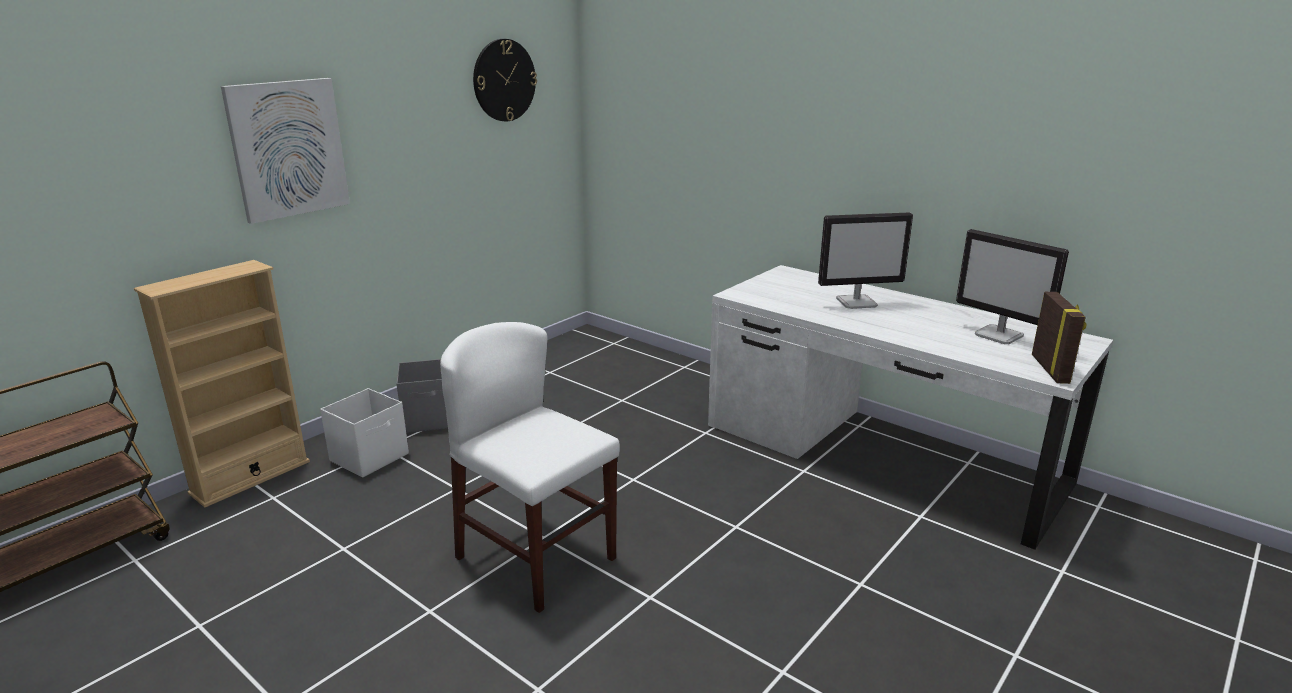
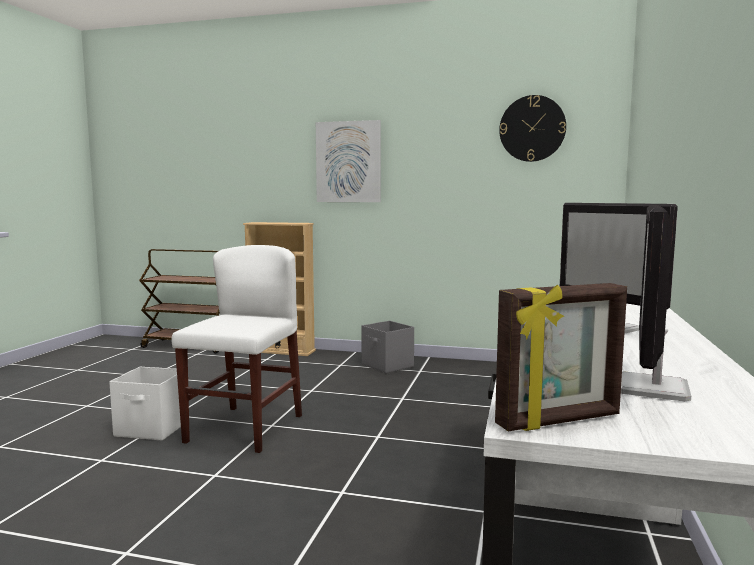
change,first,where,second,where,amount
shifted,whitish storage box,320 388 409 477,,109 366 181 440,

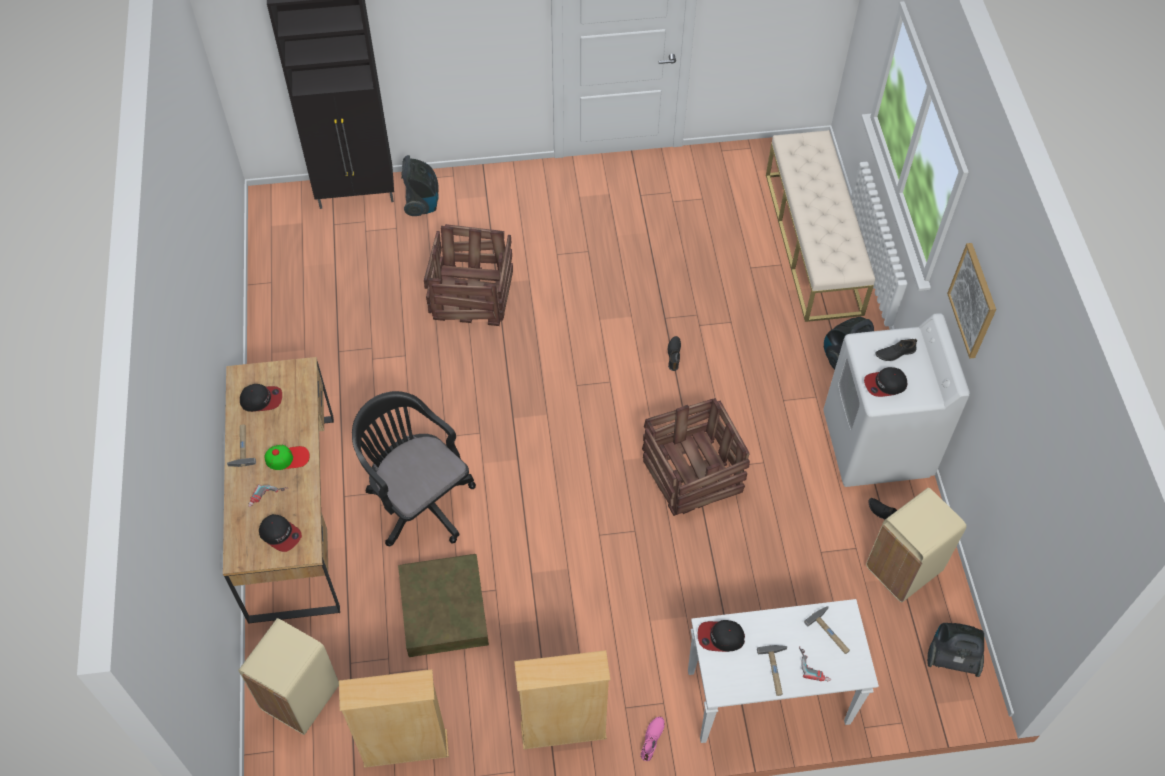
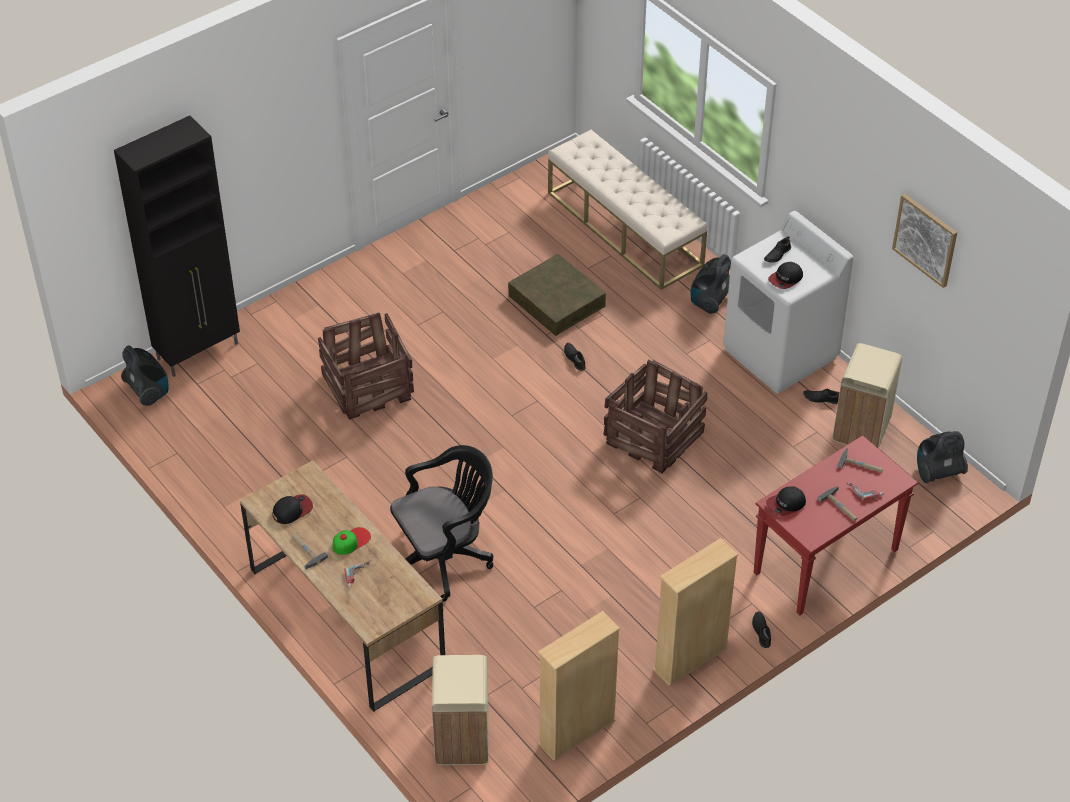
change,first,where,second,where,amount
shifted,vacuum,401 155 439 216,,121 345 169 406,
rotated,black office chair,352 391 476 546,,390 445 493 602,135 degrees clockwise
shifted,brown-coloured storage box,398 554 489 657,,508 254 606 336,
repainted,pinkish shoe,641 717 665 761,black shoe,752 612 771 648,
repainted,whitish hall table,688 599 879 743,reddish hall table,754 435 918 616,
shifted,wall picture,948 243 996 358,,892 193 957 288,
gone,peaked cap,259 514 302 552,,,

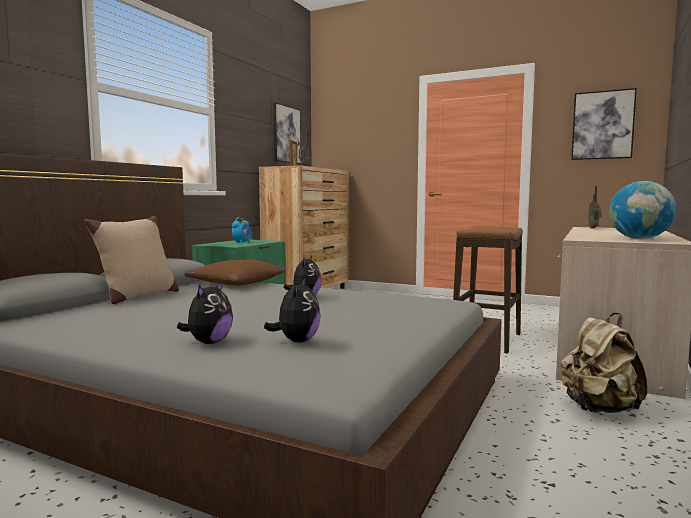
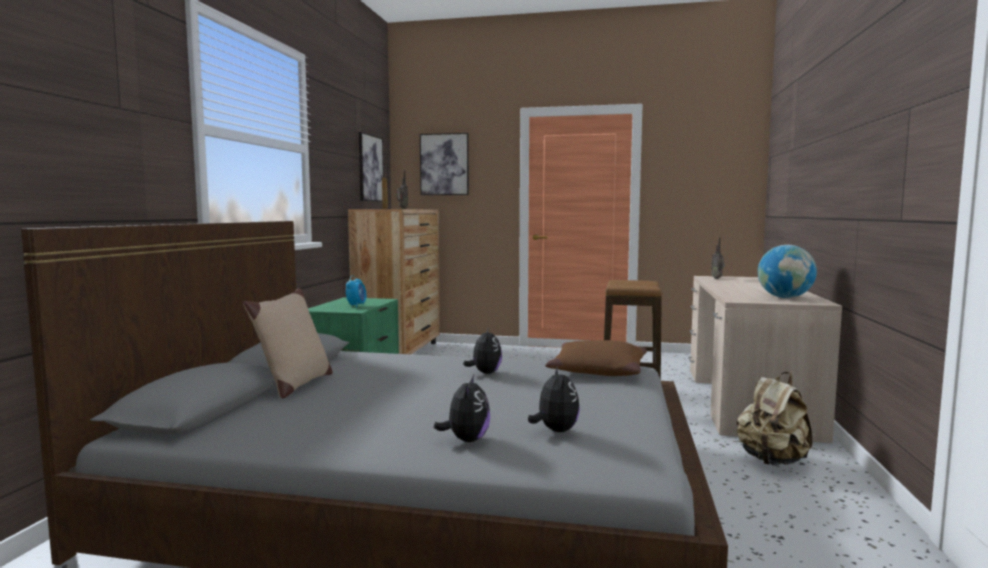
change,first,where,second,where,amount
shifted,wall picture,571 88 637 160,,420 133 469 195,
shifted,brown-coloured pillow,185 259 286 286,,545 340 647 376,

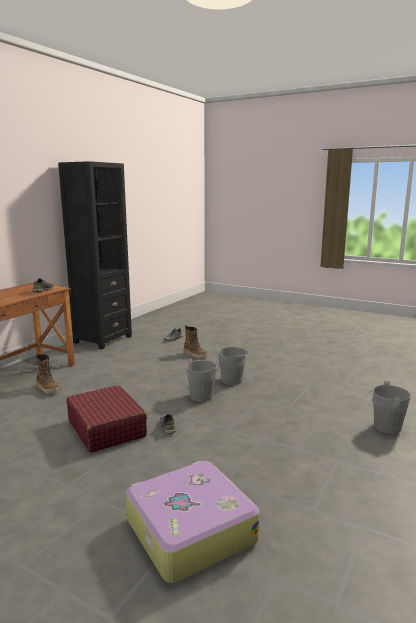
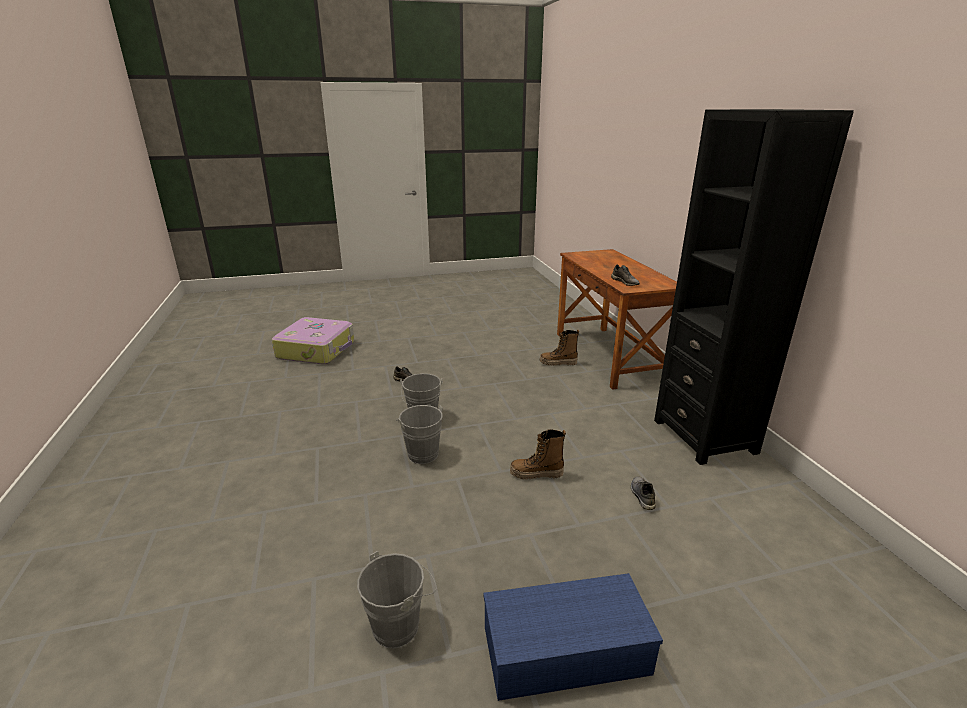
change,first,where,second,where,amount
shifted,gray bucket,365 381 411 434,,357 551 437 648,
new,,,bluish storage box,484 573 663 701,
gone,reddish travel case,66 385 147 453,,,

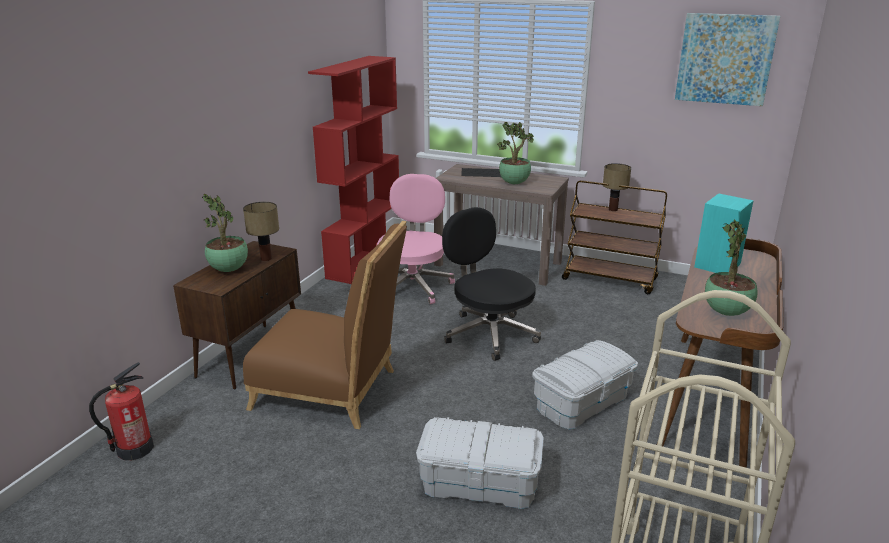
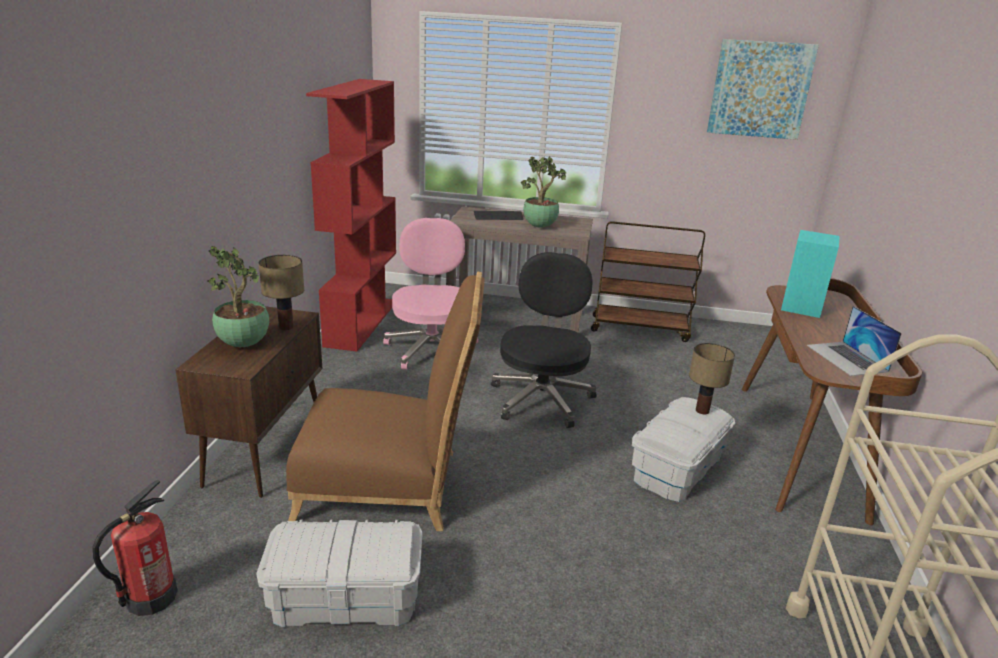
change,first,where,second,where,amount
shifted,whitish storage box,416 417 544 509,,256 520 423 627,
rotated,black office chair,442 207 541 361,,491 252 596 428,60 degrees clockwise
shifted,table lamp,603 163 631 211,,689 343 735 414,
swapped,potted plant,705 219 758 316,laptop,807 306 902 376,

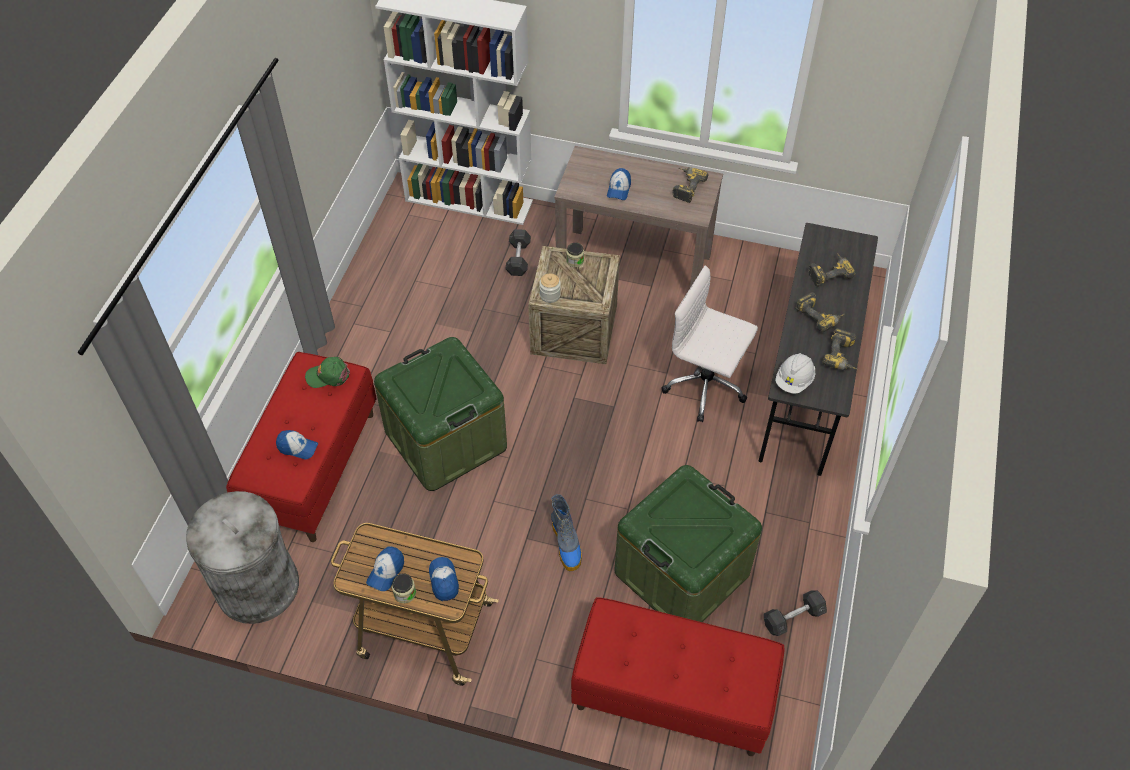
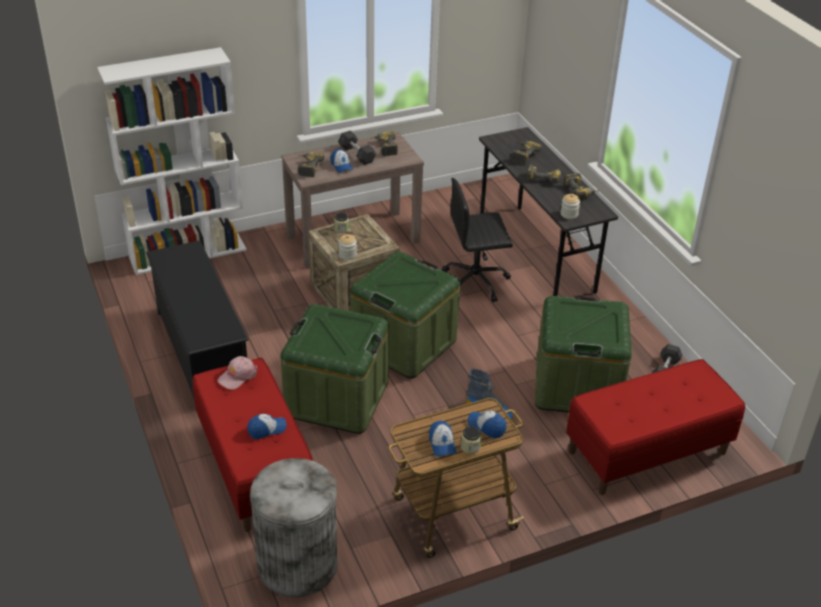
change,first,where,second,where,amount
new,,,black shoe shelf,146 240 249 396,
repainted,green peaked cap,305 357 350 388,pinkish peaked cap,217 356 257 390,
new,,,electric drill,298 152 324 177,
shifted,gray dumbbell,505 229 531 276,,338 131 376 165,
new,,,green storage box,350 252 460 378,
repainted,whitish office chair,662 265 758 422,black office chair,442 178 513 302,
swapped,whitish safety helmet,775 353 815 394,storage jar,561 194 580 219,

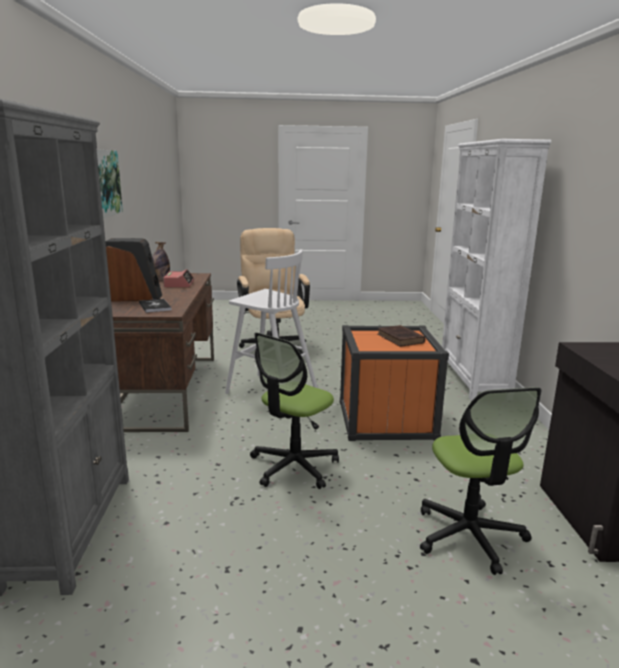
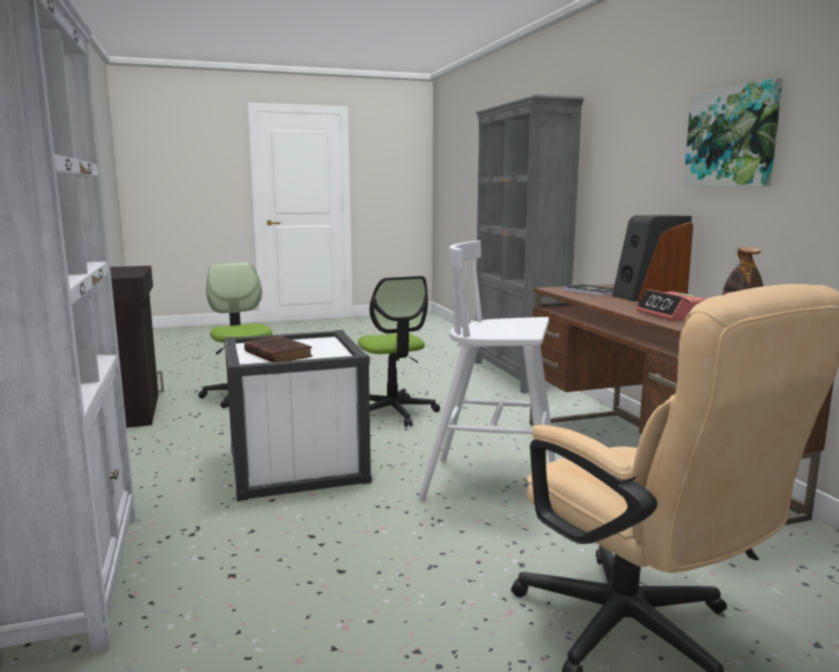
change,first,where,second,where,amount
repainted,orangey storage box,340 325 449 441,whitish storage box,224 330 372 501,
rotated,office chair,250 333 339 489,,358 276 440 427,135 degrees clockwise

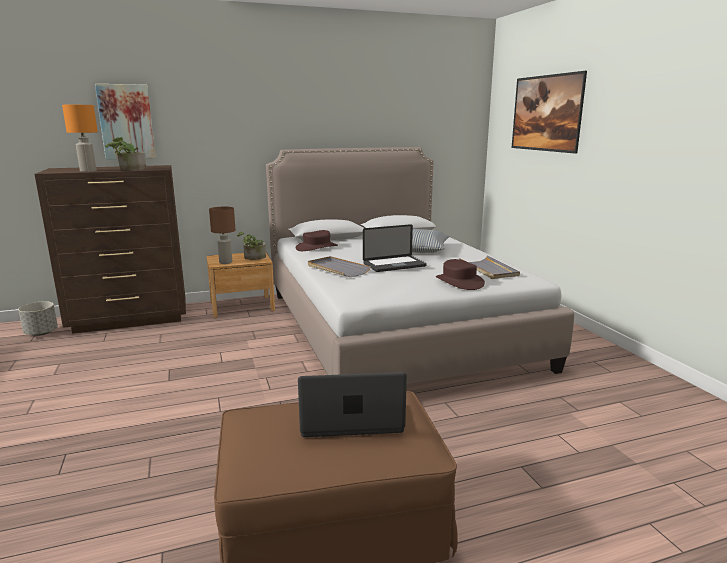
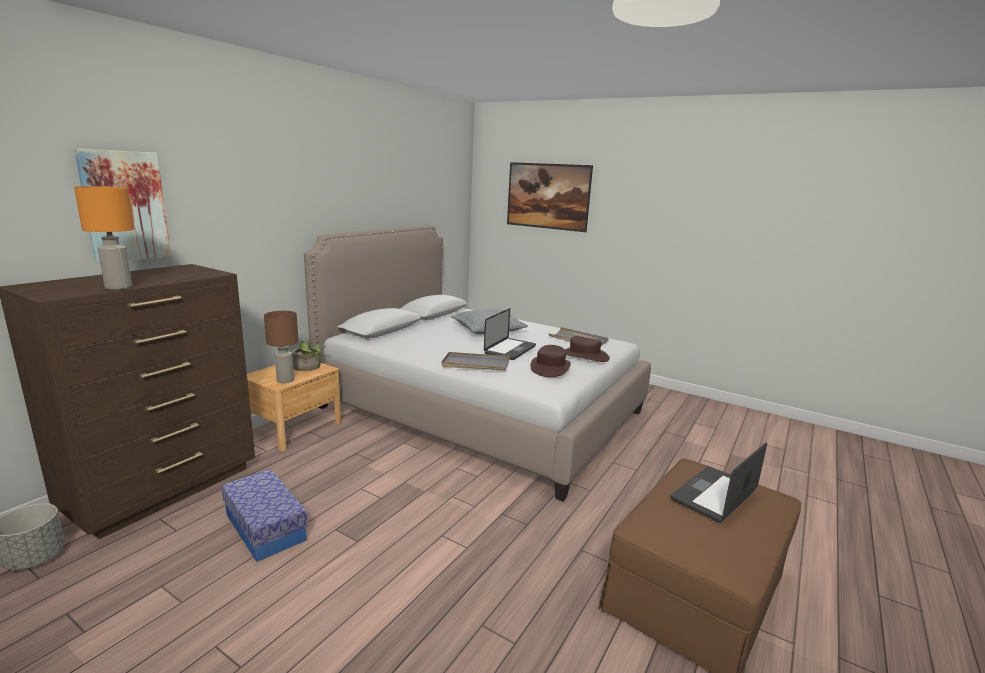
change,first,where,second,where,amount
new,,,storage box,221 469 308 562,
shifted,brown-coloured clothing hat,295 230 338 251,,530 345 571 377,
gone,potted plant,105 137 146 170,,,

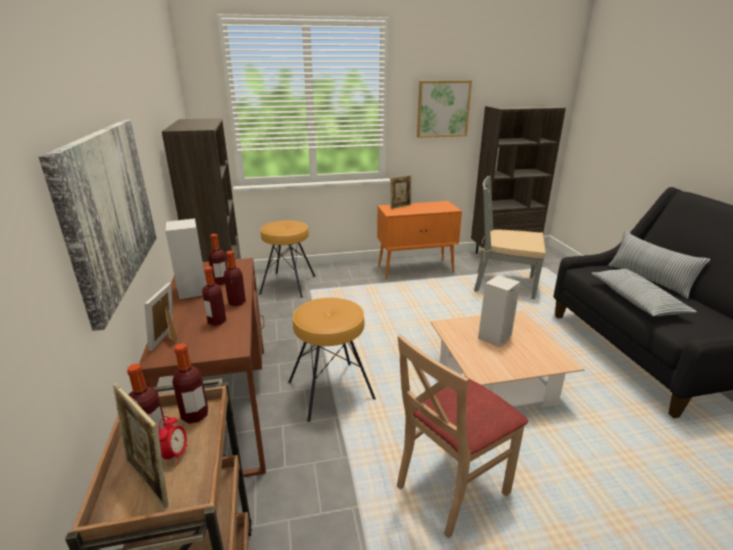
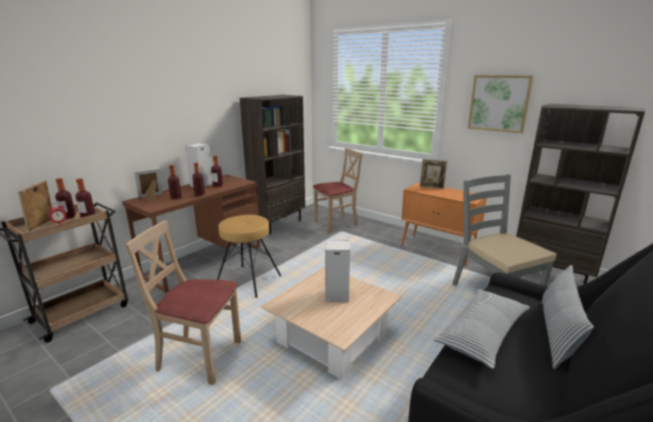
change,first,where,second,where,amount
swapped,brown-coloured stool seat,259 220 316 298,beige-coloured chair,313 148 362 233,
gone,wall picture,39 120 157 331,,,

